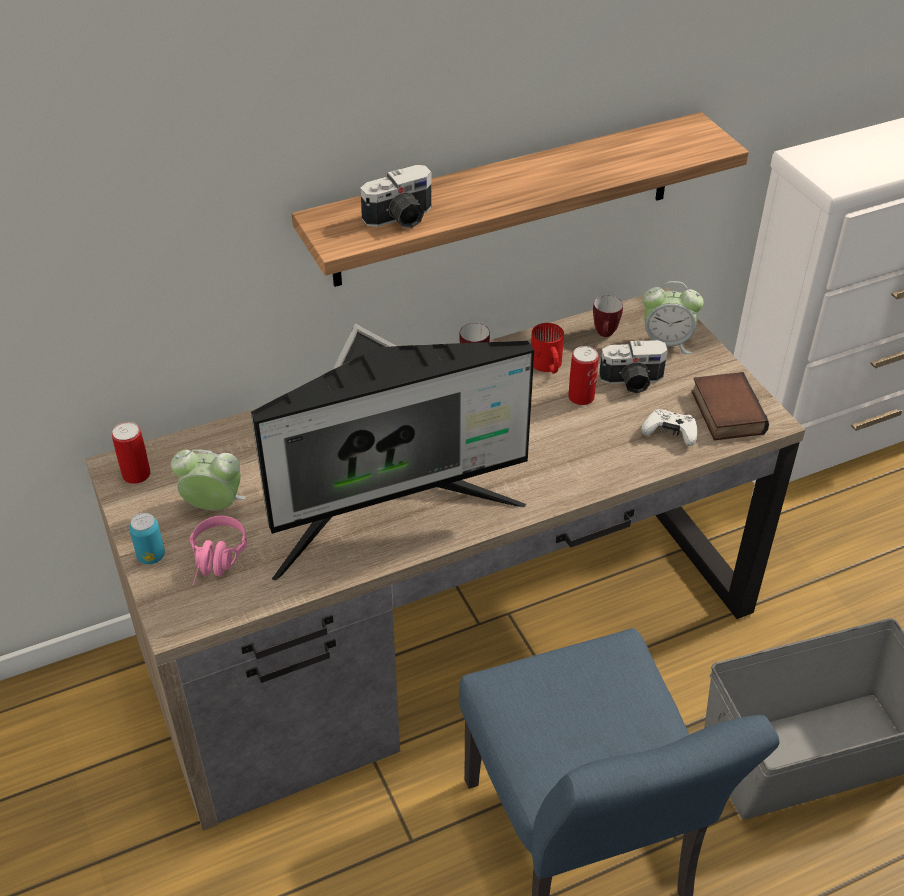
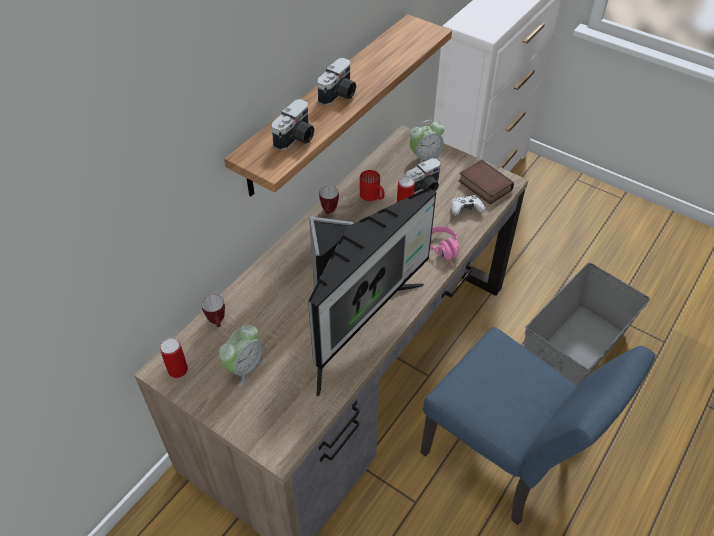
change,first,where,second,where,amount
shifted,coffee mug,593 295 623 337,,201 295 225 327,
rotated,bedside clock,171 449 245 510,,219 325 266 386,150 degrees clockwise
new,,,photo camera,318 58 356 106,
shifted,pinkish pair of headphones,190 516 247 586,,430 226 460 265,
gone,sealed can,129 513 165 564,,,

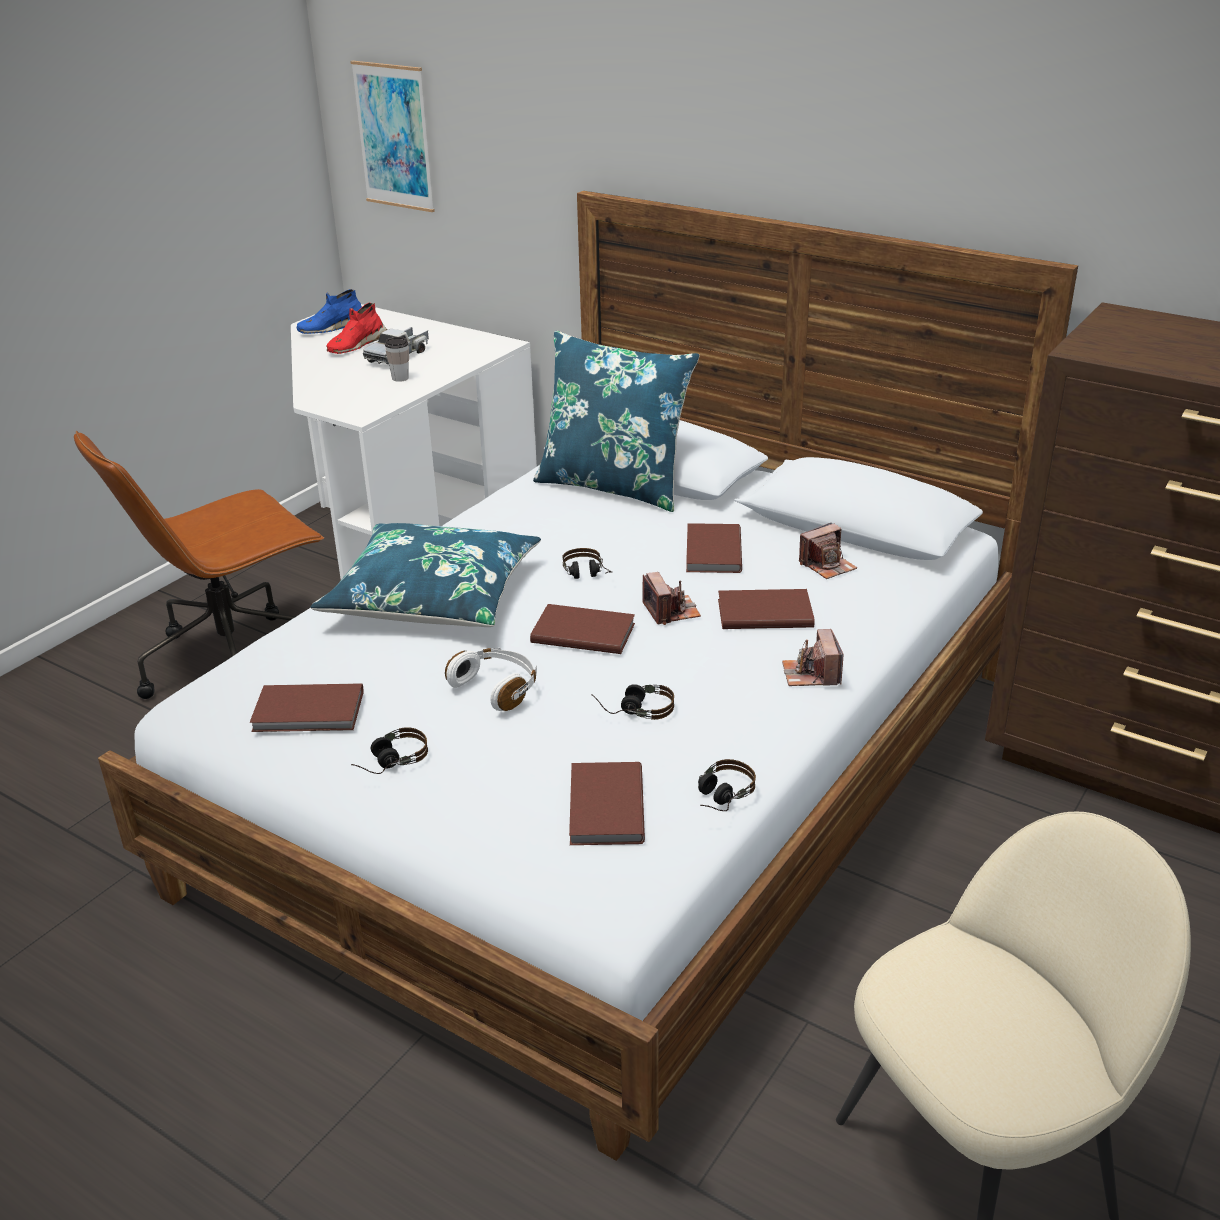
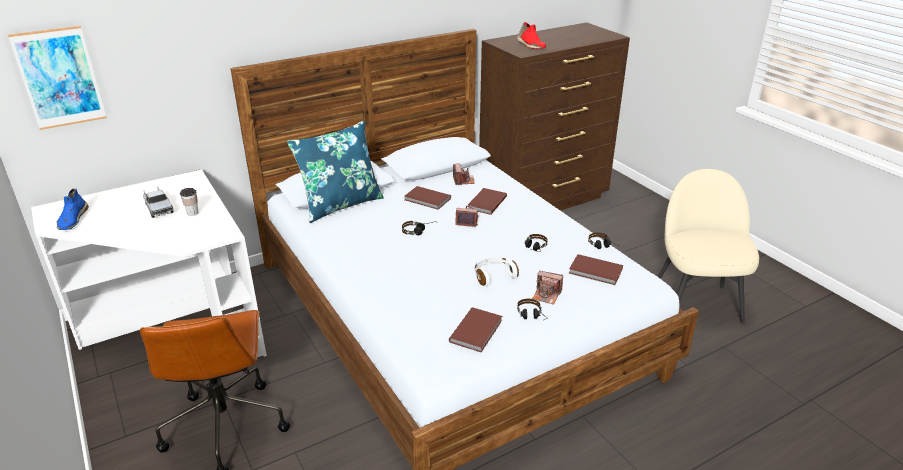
change,first,where,second,where,amount
shifted,reddish shoe,327 303 387 354,,517 22 546 49,
shifted,photo camera,782 629 843 686,,532 271 563 304,
gone,bluish pillow,310 523 541 627,,,
gone,brown-coloured volume,530 604 635 654,,,

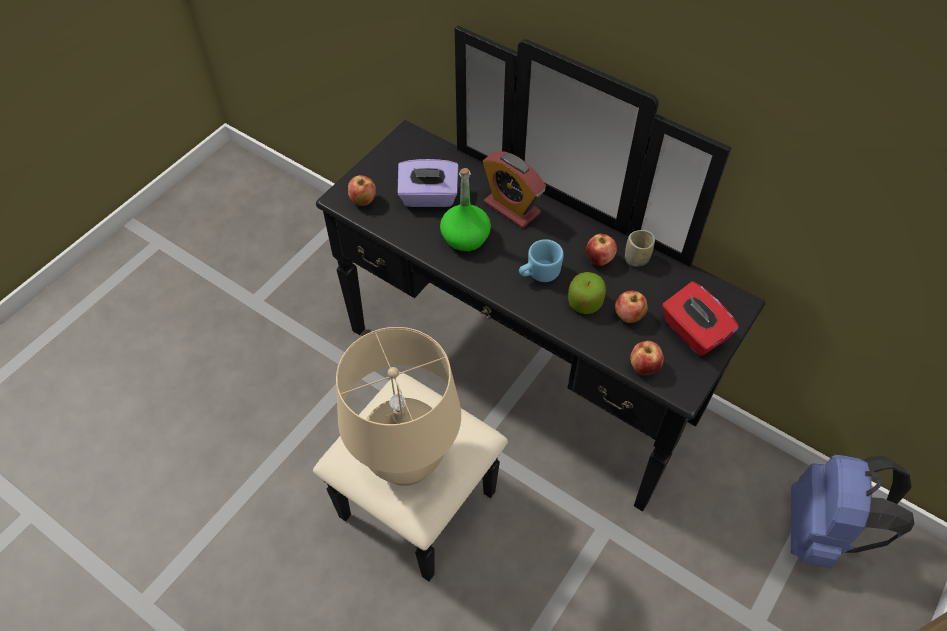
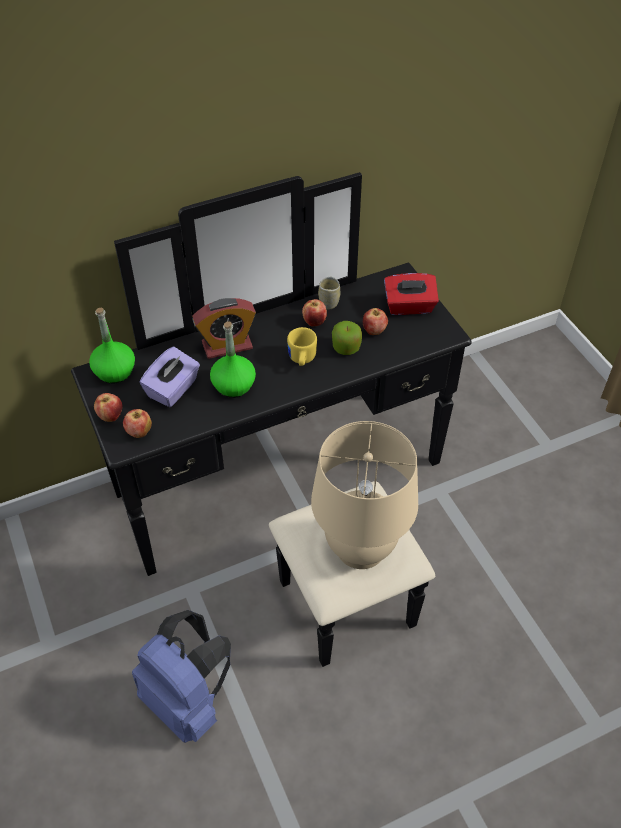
change,first,where,second,where,amount
new,,,green bottle,89 308 135 384,
shifted,whole apple,630 341 664 375,,94 393 122 422,
shifted,bluish backpack,791 455 914 568,,132 610 231 743,
repainted,bluish coffee mug,519 239 564 282,yellowish coffee mug,287 327 317 366,

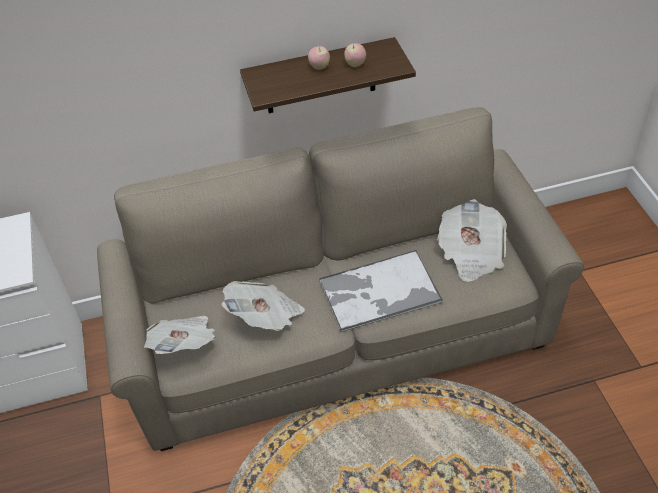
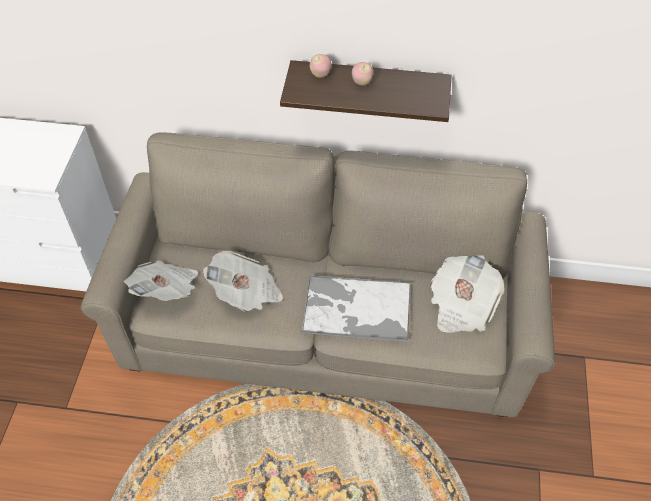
change,first,where,second,where,amount
shifted,whole apple,344 43 366 67,,310 54 331 78,

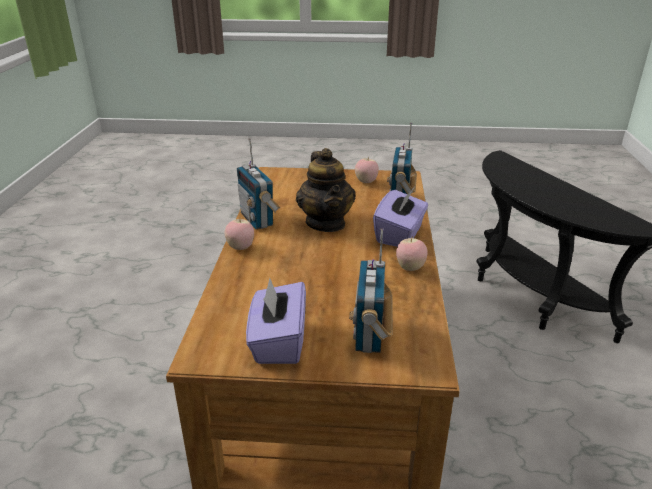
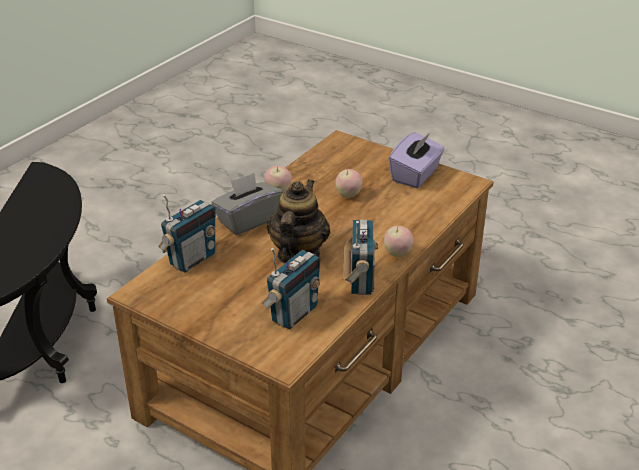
change,first,where,second,where,amount
repainted,purplish tissue holder,373 187 428 247,gray tissue holder,211 172 283 235,
shifted,radio set,349 229 393 353,,262 248 320 329,
shifted,whole apple,355 157 379 183,,336 169 362 198,

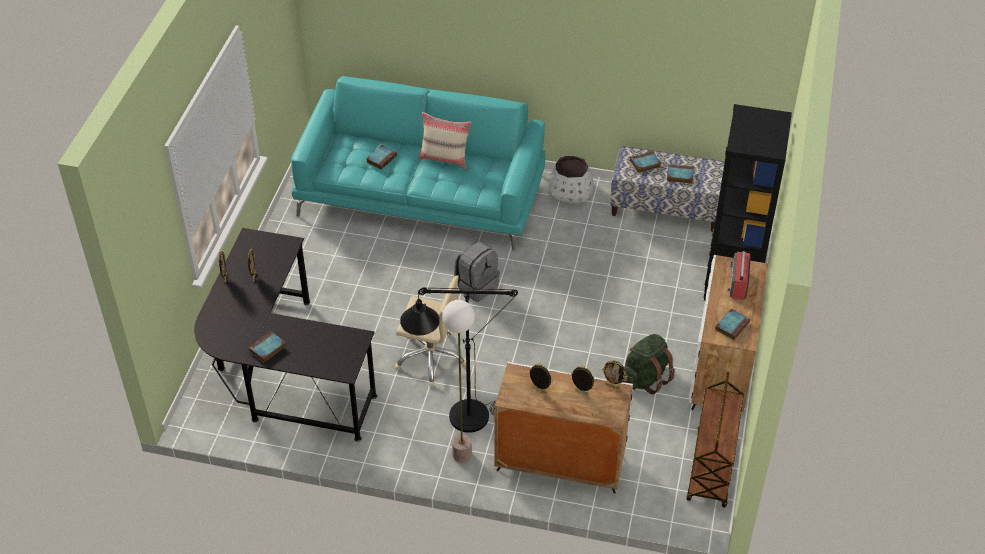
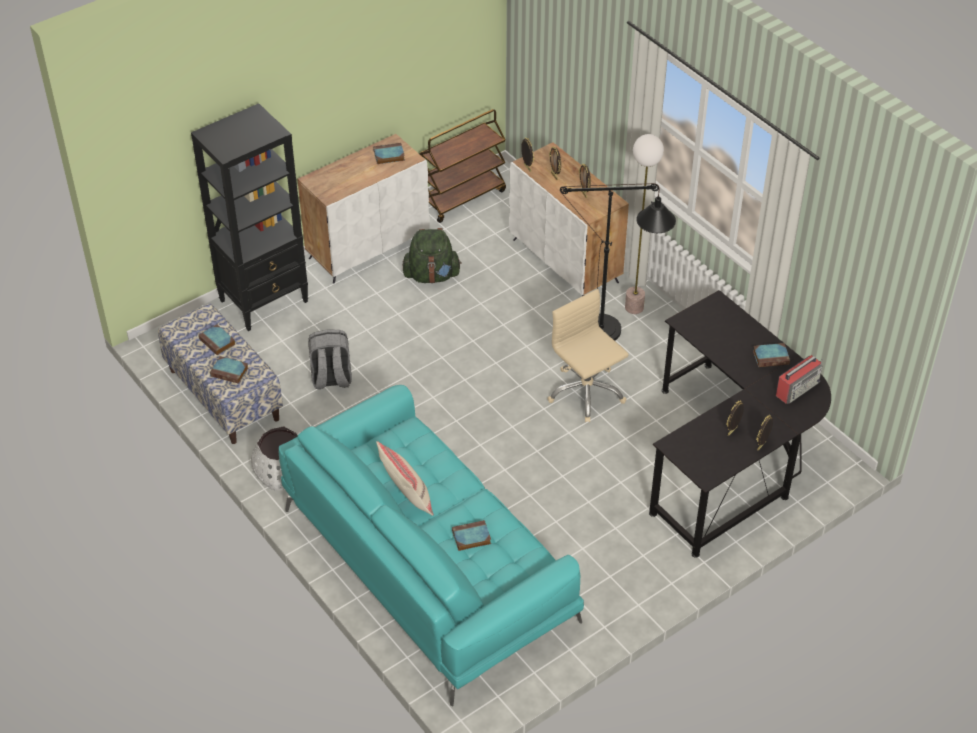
change,first,where,second,where,amount
shifted,gray backpack,454 242 500 302,,308 329 352 389,
shifted,radio set,728 251 751 300,,776 355 823 404,

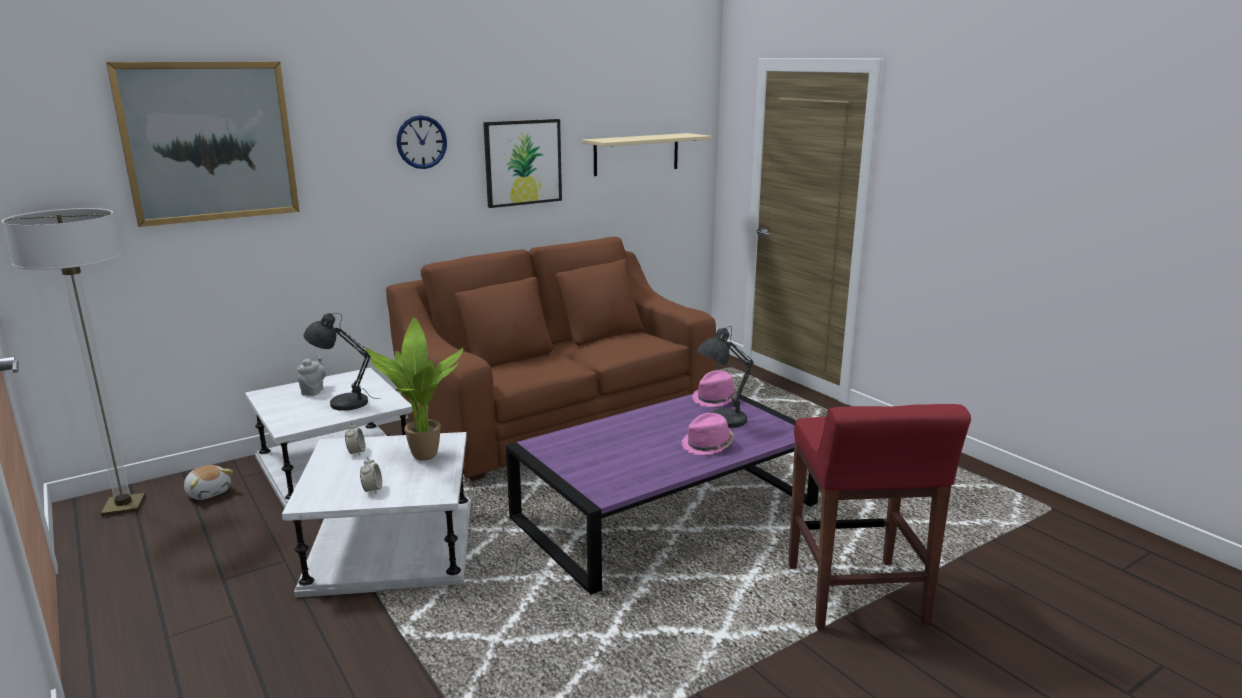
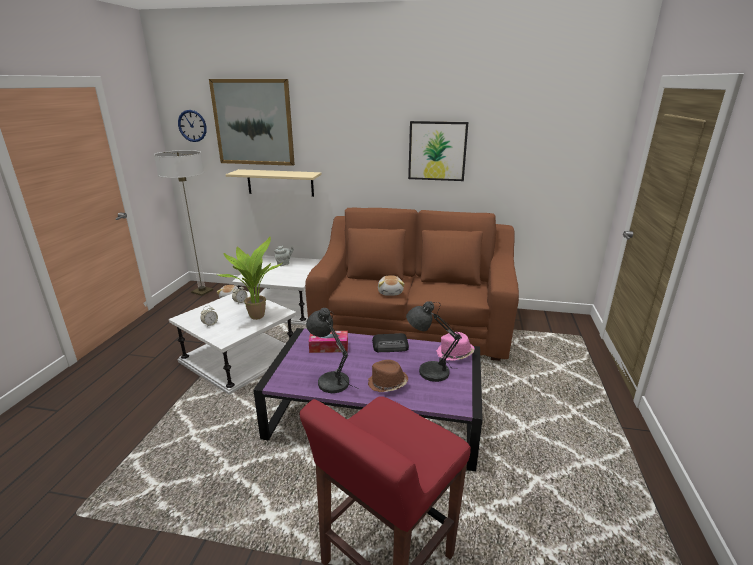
change,first,where,second,where,amount
shifted,clock on the wall,396 115 447 169,,178 110 207 142,
shifted,beige-coloured wall shelf,582 133 712 176,,226 169 322 197,
shifted,gray table lamp,304 313 372 411,,306 308 359 393,
new,,,tissue holder,309 331 348 353,
repainted,pinkish clothing hat,682 413 734 455,brown-coloured clothing hat,368 360 408 392,
new,,,radio set,372 333 409 352,
new,,,soft toy,378 275 405 296,

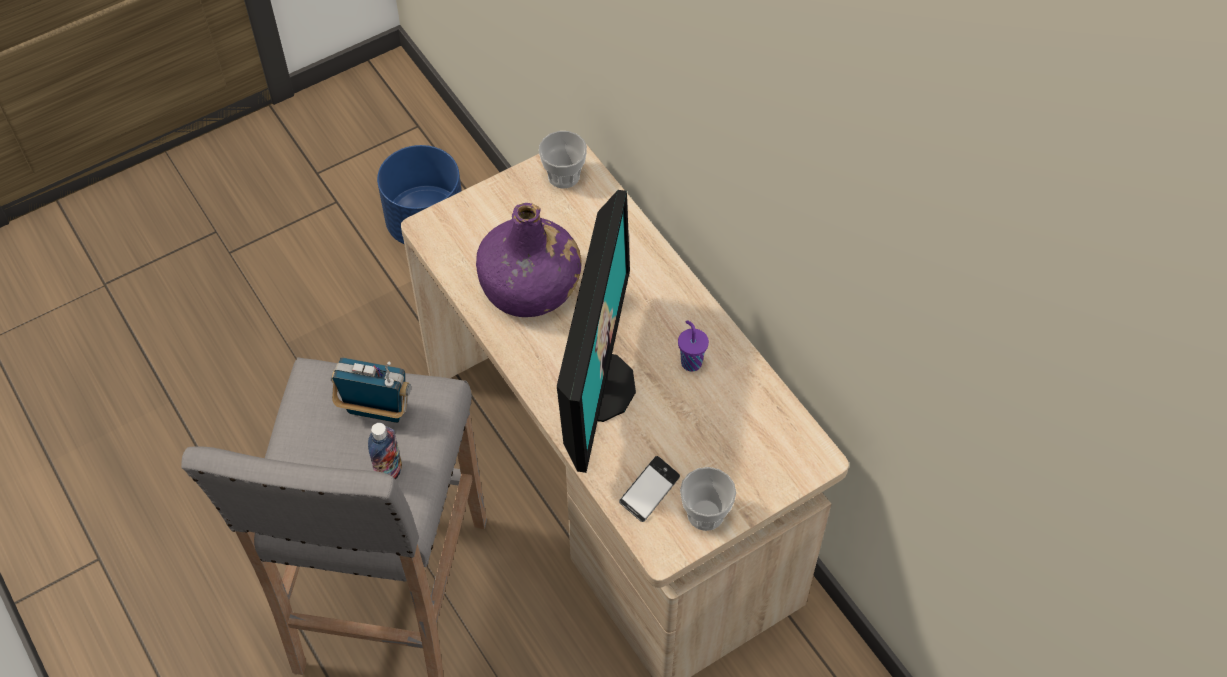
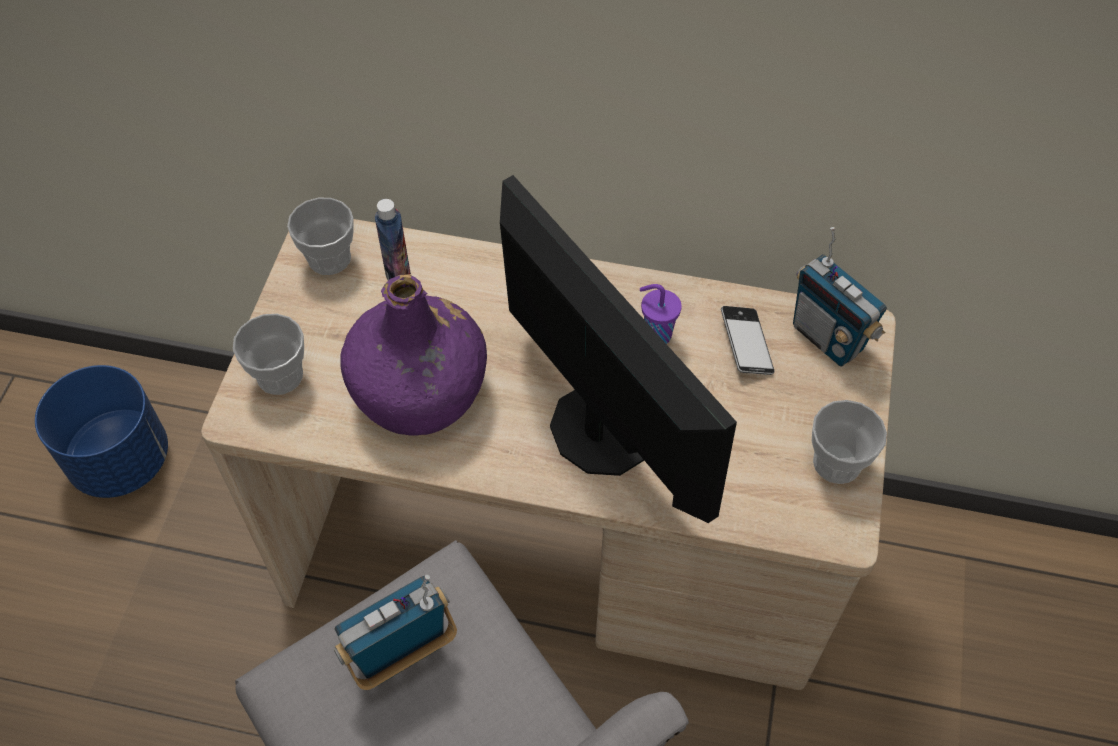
change,first,where,second,where,amount
new,,,small cup,233 314 304 395,
shifted,bottle,368 423 402 480,,375 199 411 280,
shifted,telephone,619 456 680 522,,721 306 775 375,
new,,,radio set,793 227 887 366,

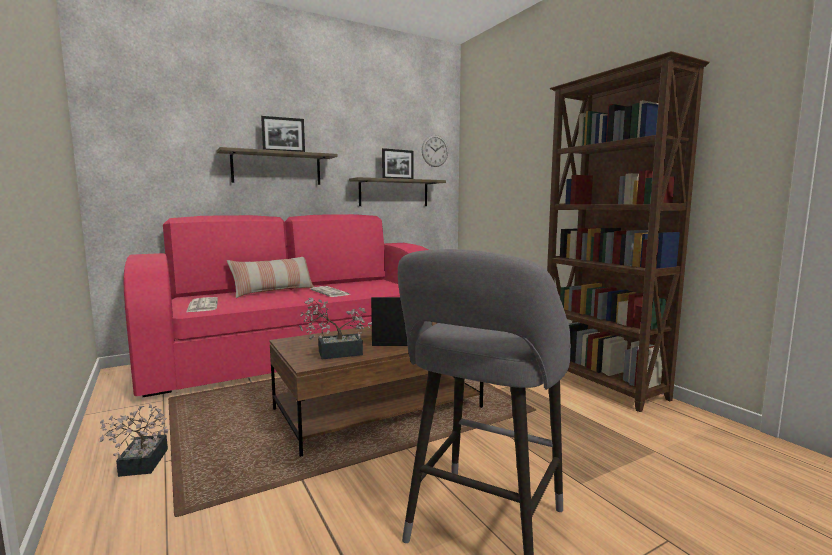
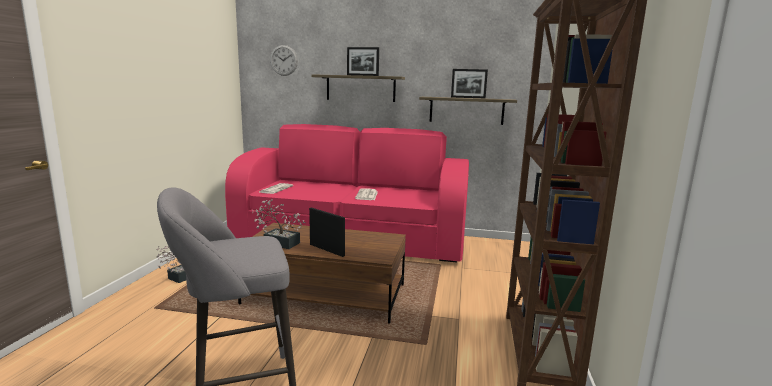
change,first,where,second,where,amount
shifted,clock on the wall,422 135 448 167,,270 45 298 76,
gone,pillow,227 257 314 298,,,

